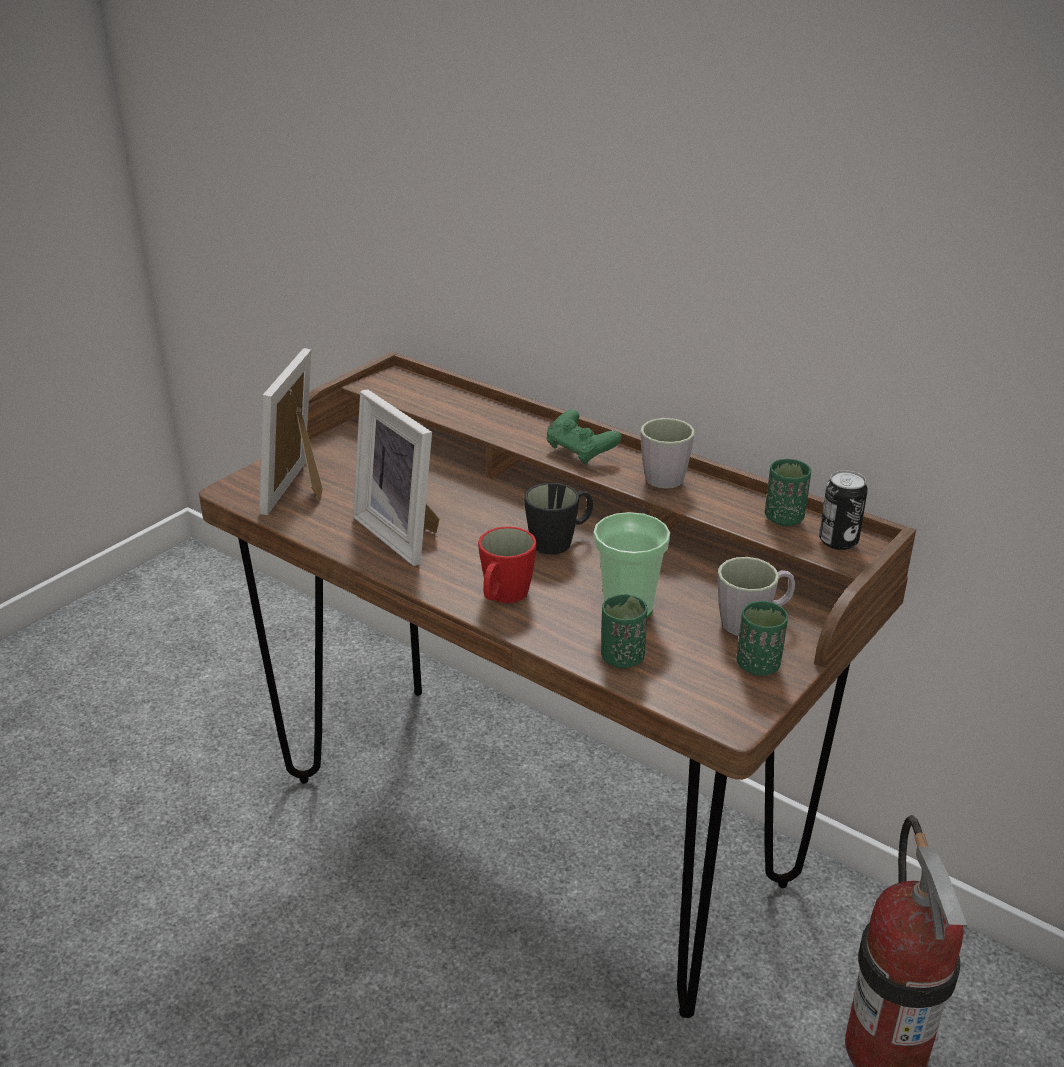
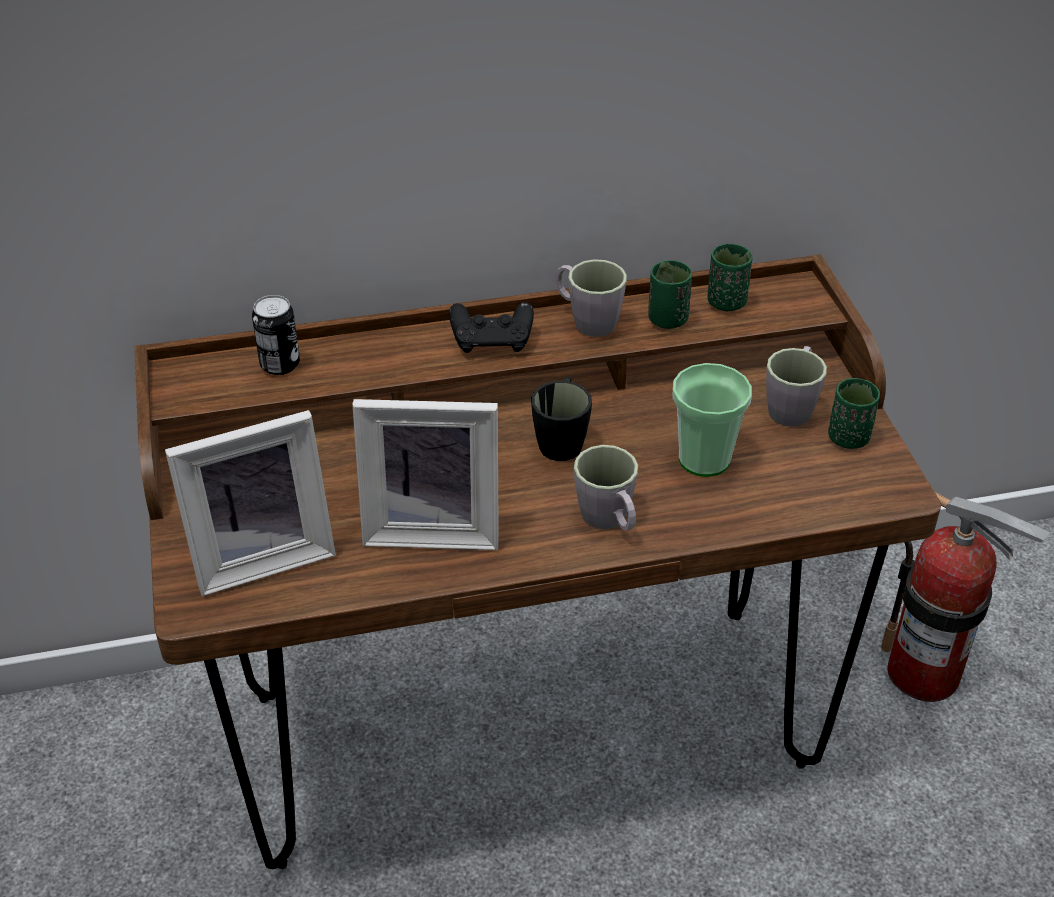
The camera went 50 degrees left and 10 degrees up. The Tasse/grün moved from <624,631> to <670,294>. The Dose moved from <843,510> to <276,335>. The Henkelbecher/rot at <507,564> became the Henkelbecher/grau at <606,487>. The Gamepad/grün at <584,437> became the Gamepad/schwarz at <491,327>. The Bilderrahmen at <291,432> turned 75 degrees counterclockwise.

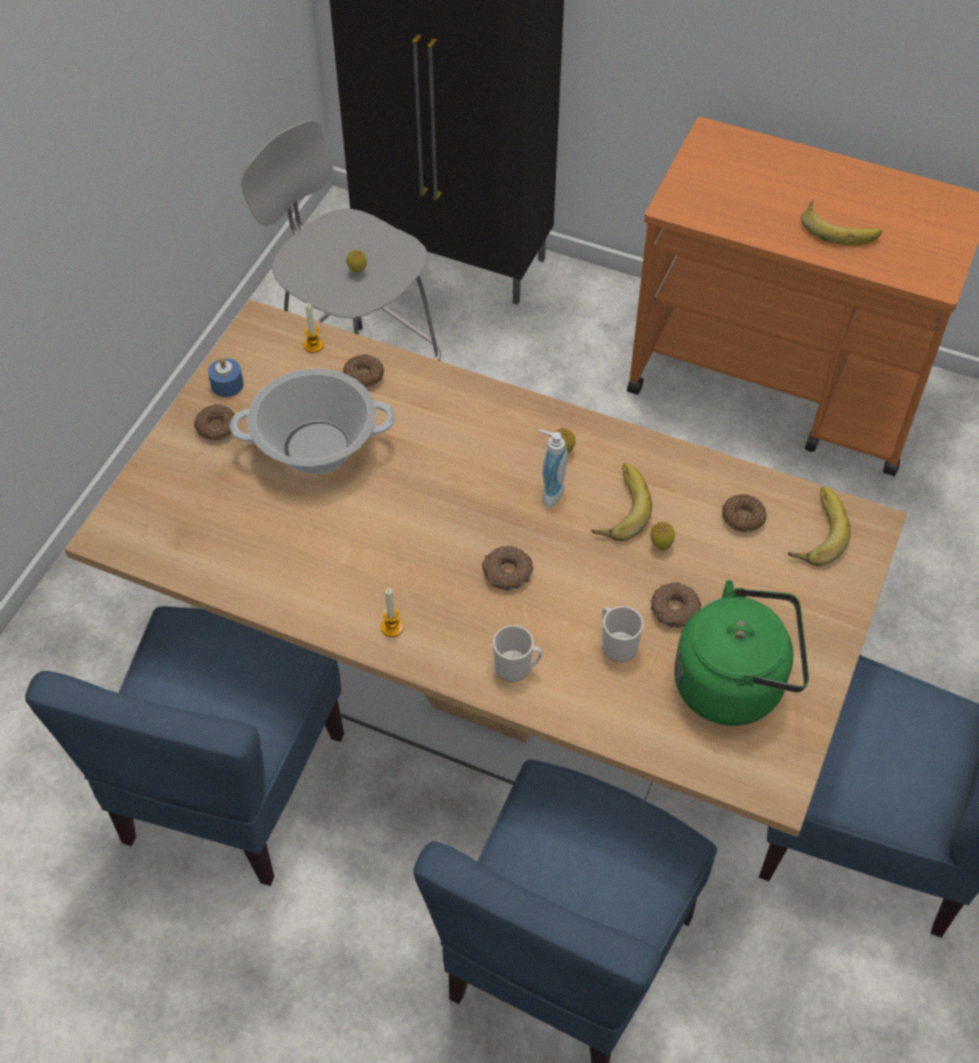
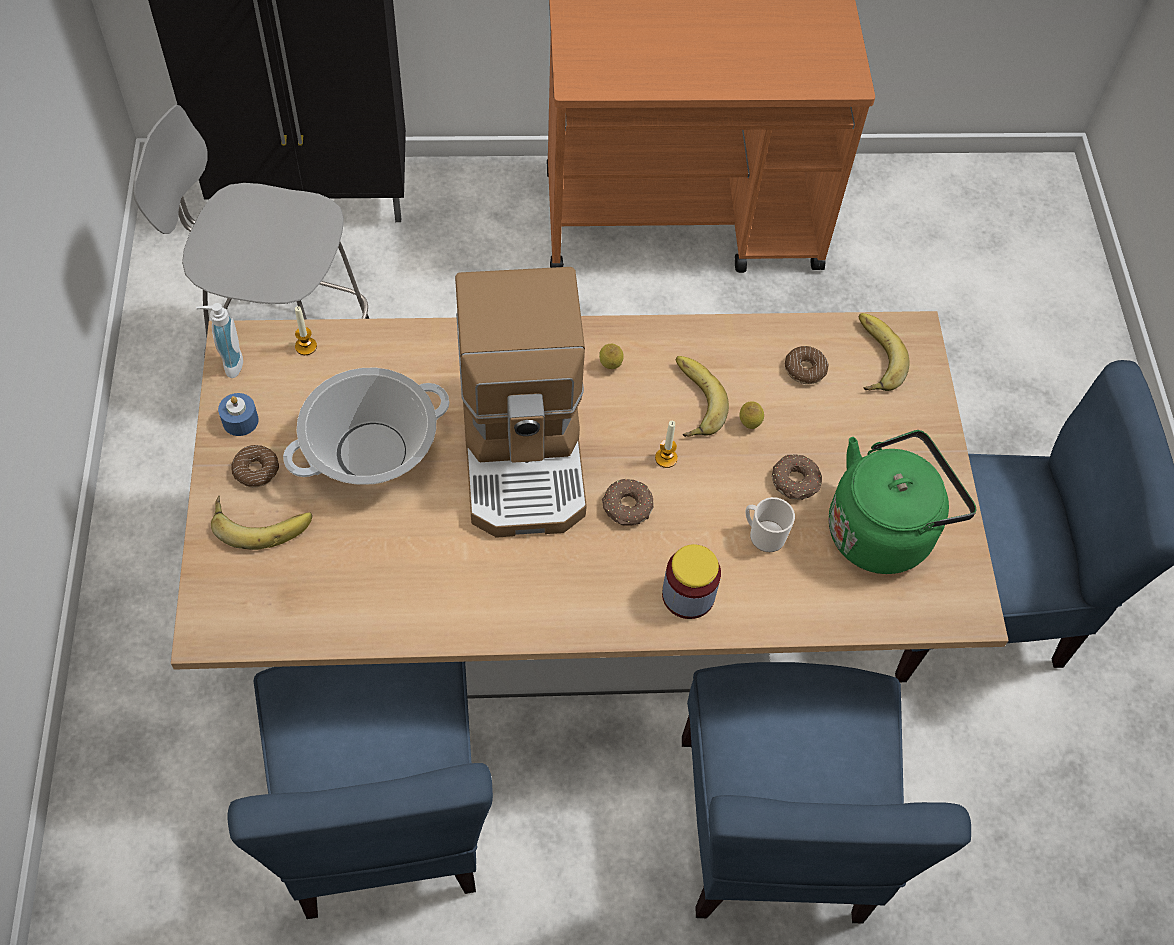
The camera went 30 degrees left and 5 degrees up. The Donut at <363,371> disappeared. The Zitrone at <357,261> disappeared. The Kaffeemaschine at <521,402> appeared. The Kerze moved from <392,612> to <666,444>. The Seifenspender moved from <553,468> to <219,340>. The Banane moved from <841,223> to <261,523>. The Henkelbecher at <517,653> was replaced by the Vorratsglas at <691,581>.

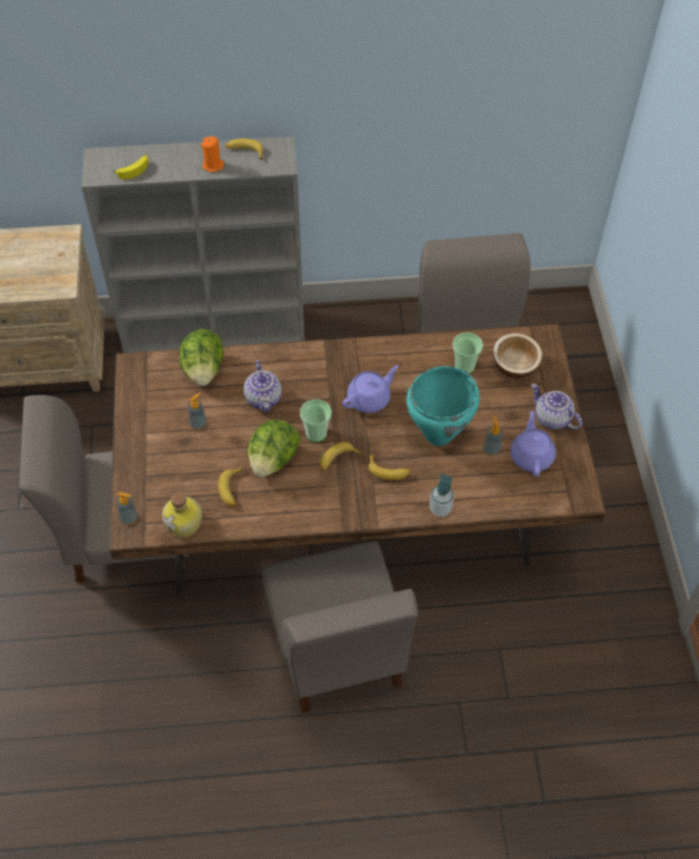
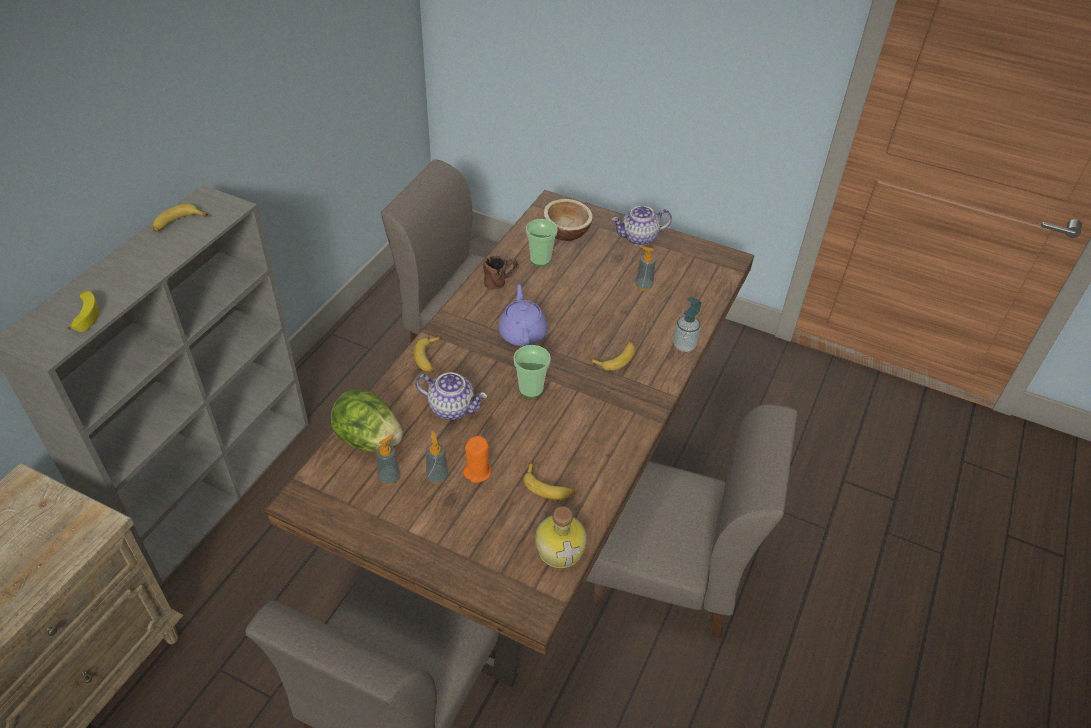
The camera went 60 degrees left and 10 degrees down. The Salatkopf at <274,448> disappeared. The Kochtopf/türkis at <443,406> disappeared. The Teekanne/lila at <533,443> disappeared. The Henkelbecher/braun at <501,272> appeared. The Seifenspender moved from <127,508> to <388,459>. The Kerze/orange moved from <212,154> to <477,459>. The Banane moved from <341,456> to <427,354>.

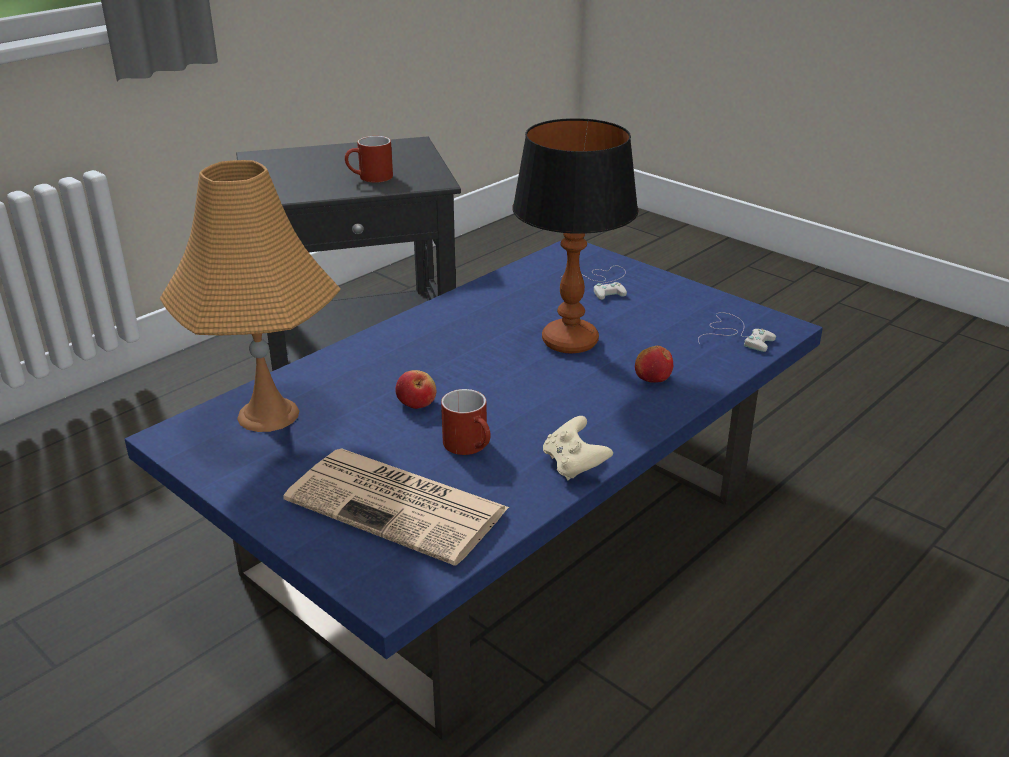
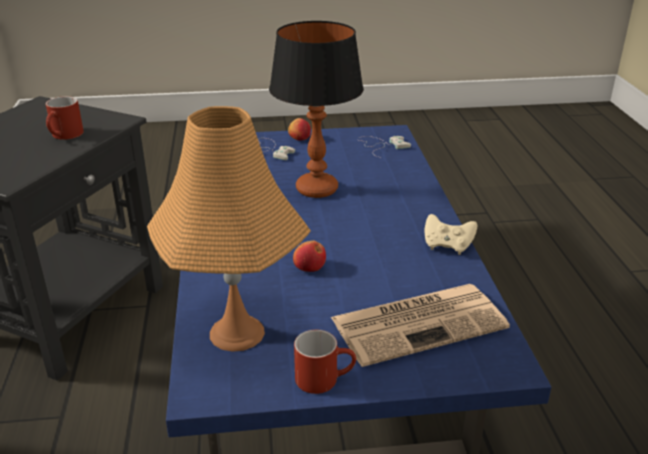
The camera went 50 degrees left and 0 degrees up. The Henkelbecher/rot moved from <466,422> to <325,362>. The Apfel moved from <654,364> to <299,129>.

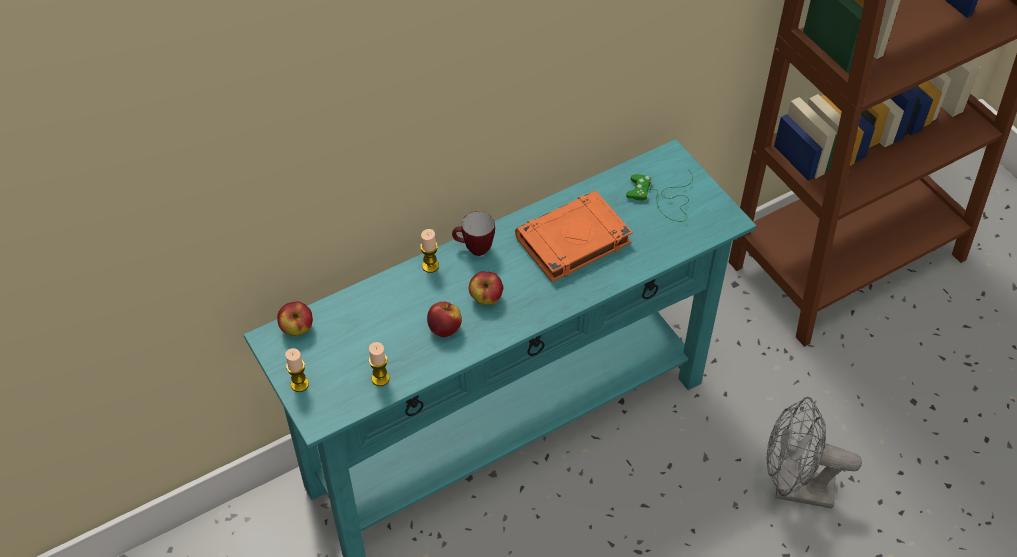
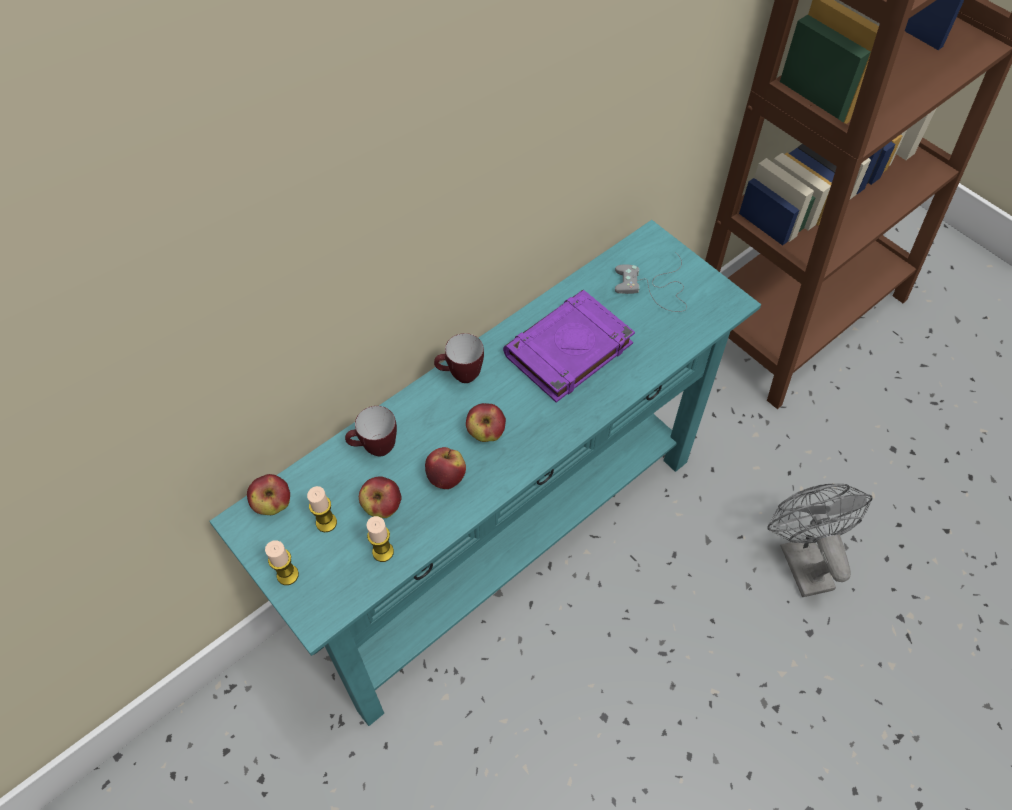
The camera went 10 degrees left and 5 degrees up. The Henkelbecher at <371,431> appeared. The Apfel at <380,497> appeared. The Kerze moved from <429,251> to <322,509>. The Buch/orange at <574,236> became the Buch/lila at <569,346>. The Gamepad/grün at <659,196> became the Gamepad/grau at <651,282>. The Ventilator/grau at <814,453> turned 75 degrees clockwise.

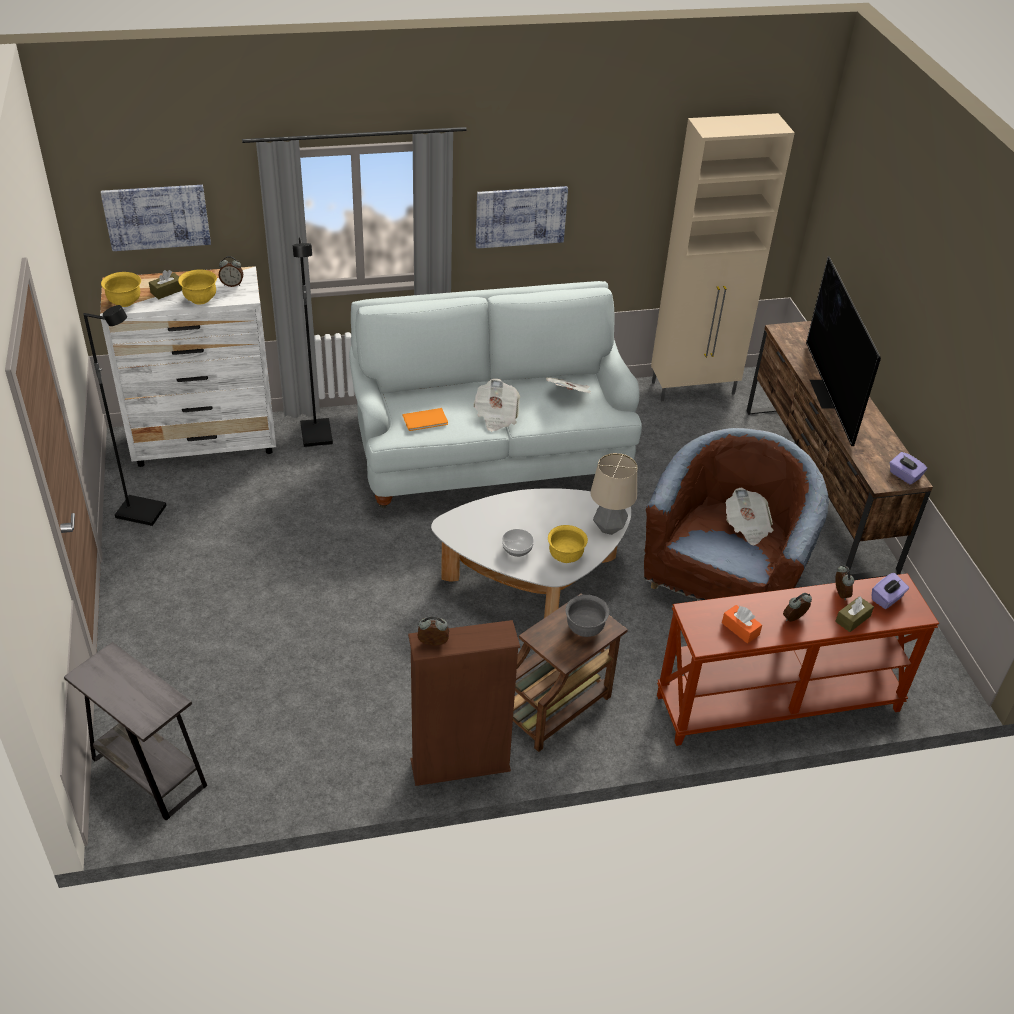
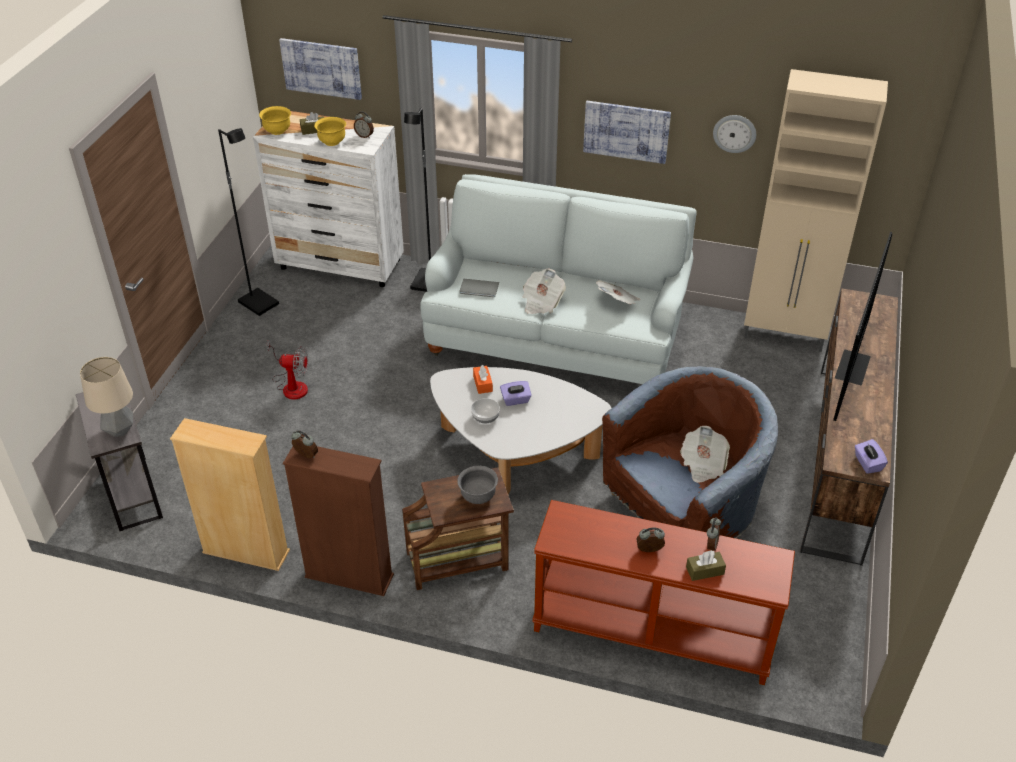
The camera went 30 degrees right and 0 degrees up. The Schüssel/gelb at <568,544> disappeared. The Bücherregal/beige at <230,494> appeared. The Ventilator at <287,370> appeared. The Wanduhr at <734,134> appeared. The Tischlampe moved from <614,494> to <106,397>. The Taschentuchbox/orange moved from <742,624> to <483,379>. The Taschentuchbox/lila moved from <890,591> to <516,393>. The Buch/orange at <425,419> became the Buch/grau at <479,288>.

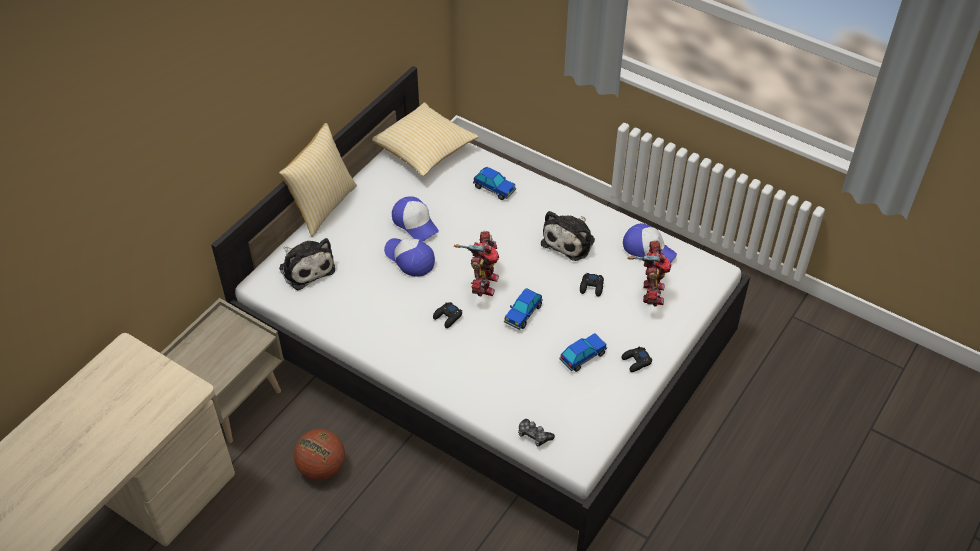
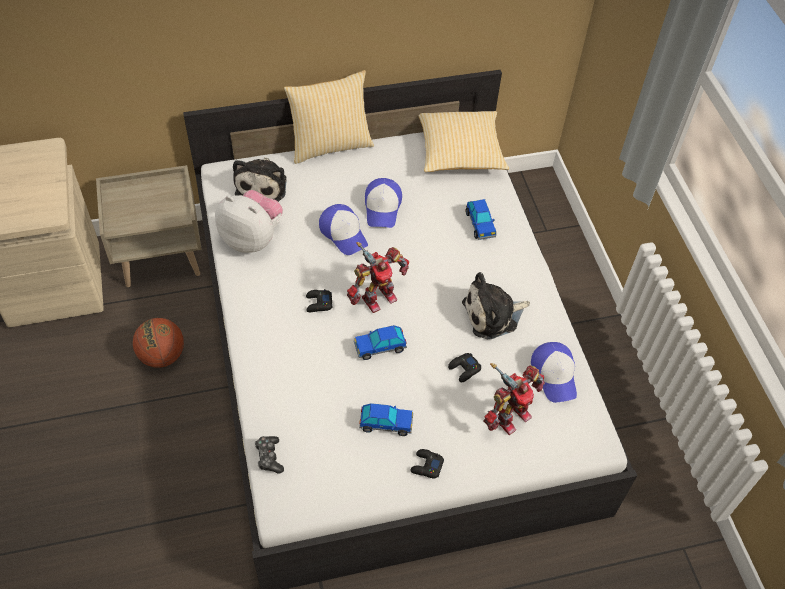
The camera went 40 degrees right and 5 degrees up. The Plüschtier at <249,221> appeared. The Kappe at <409,257> turned 150 degrees clockwise.

